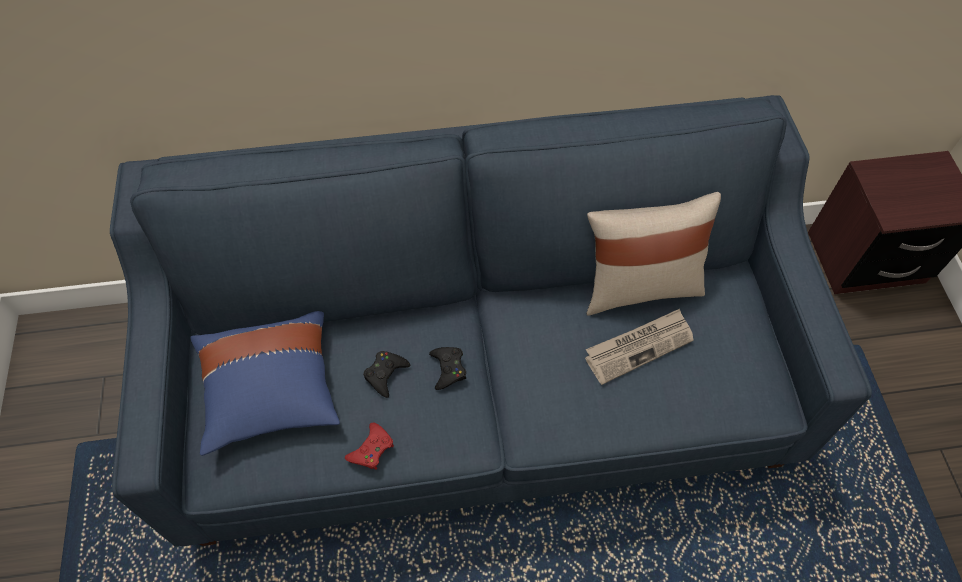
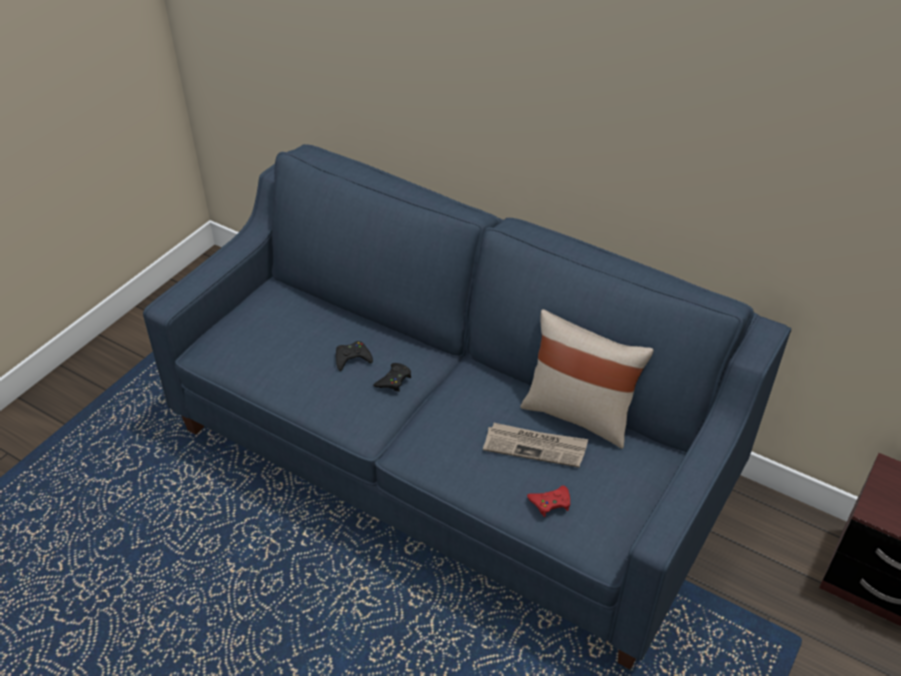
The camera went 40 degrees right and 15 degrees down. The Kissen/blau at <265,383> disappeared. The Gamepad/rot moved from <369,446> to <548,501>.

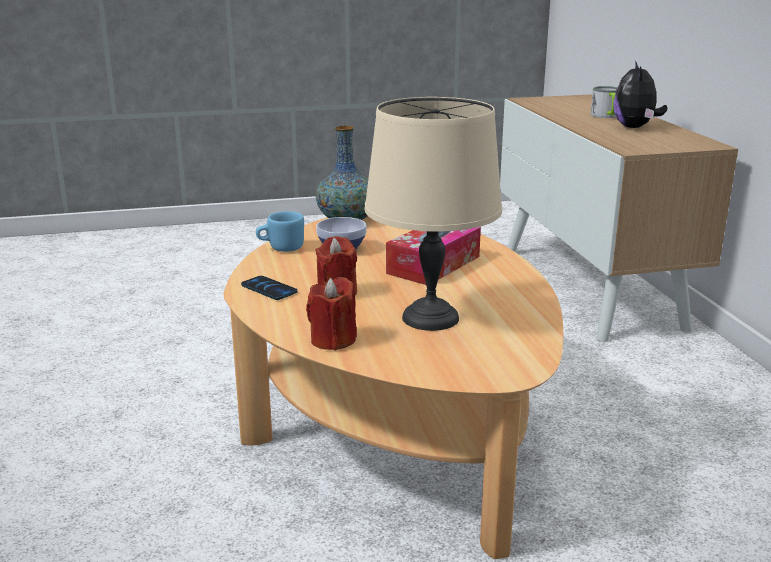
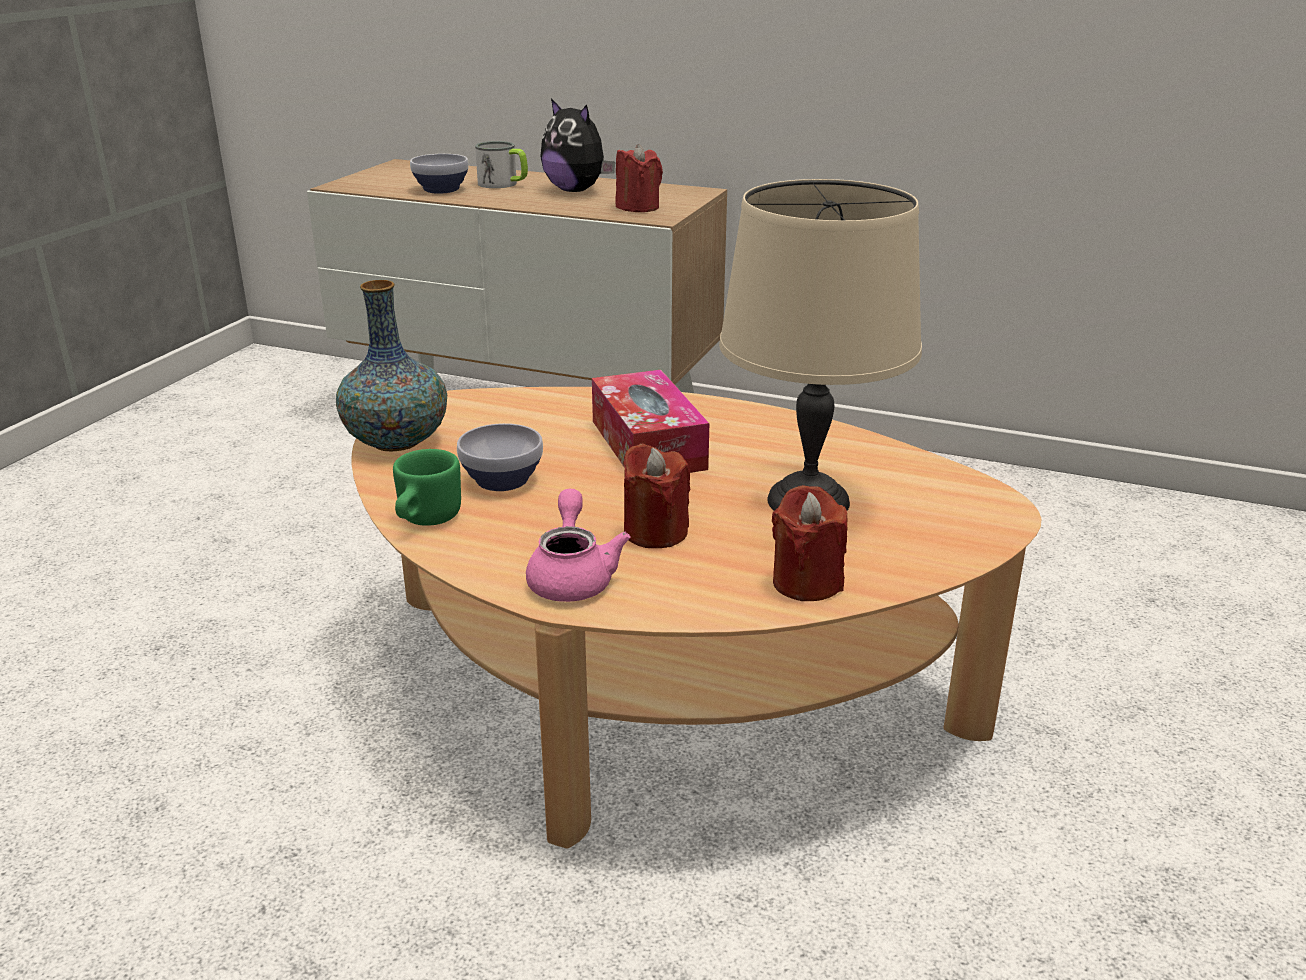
The camera went 55 degrees left and 5 degrees up. The Schüssel at <439,174> appeared. The Kerze/rot at <639,178> appeared. The Handy at <269,288> was replaced by the Teekanne/rosa at <578,545>. The Henkelbecher/blau at <280,231> became the Henkelbecher/grün at <427,487>.

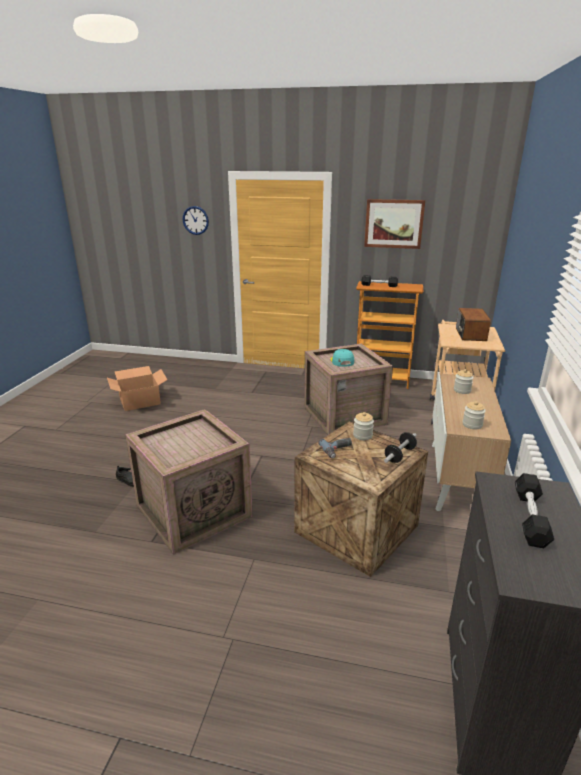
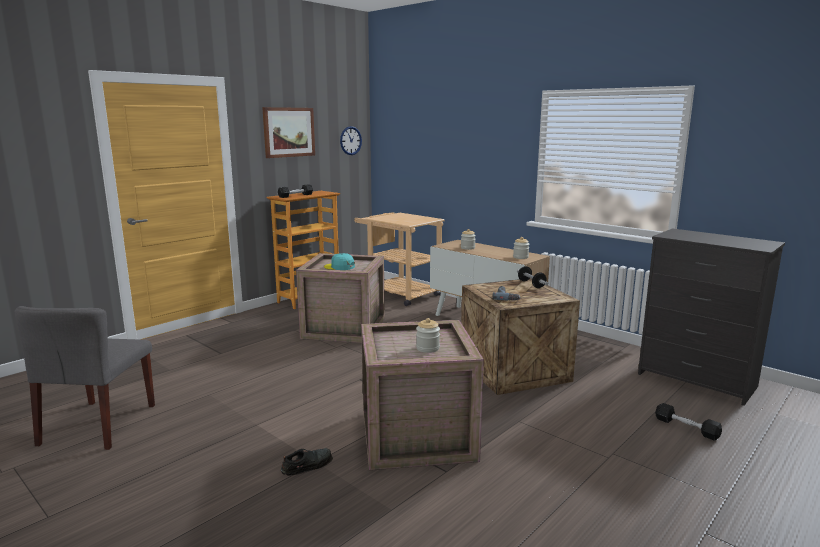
The camera went 60 degrees left and 10 degrees down. The Radio at <473,324> disappeared. The Wanduhr moved from <196,220> to <351,140>. The Vorratsglas moved from <363,426> to <428,335>. The Hantel/schwarz moved from <534,510> to <688,422>. The Karton at <137,388> was replaced by the Stuhl/grau at <85,378>.

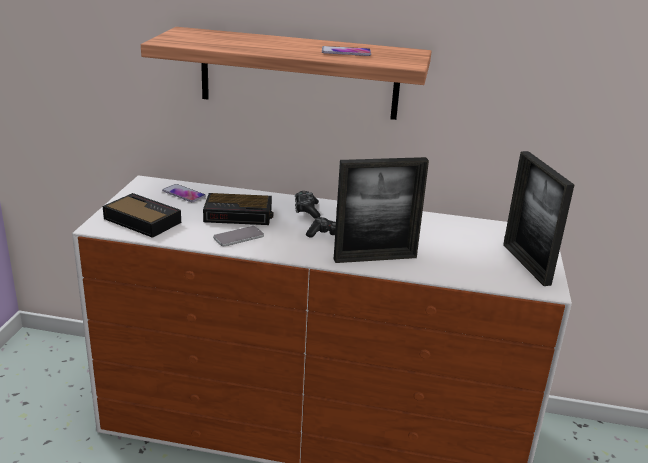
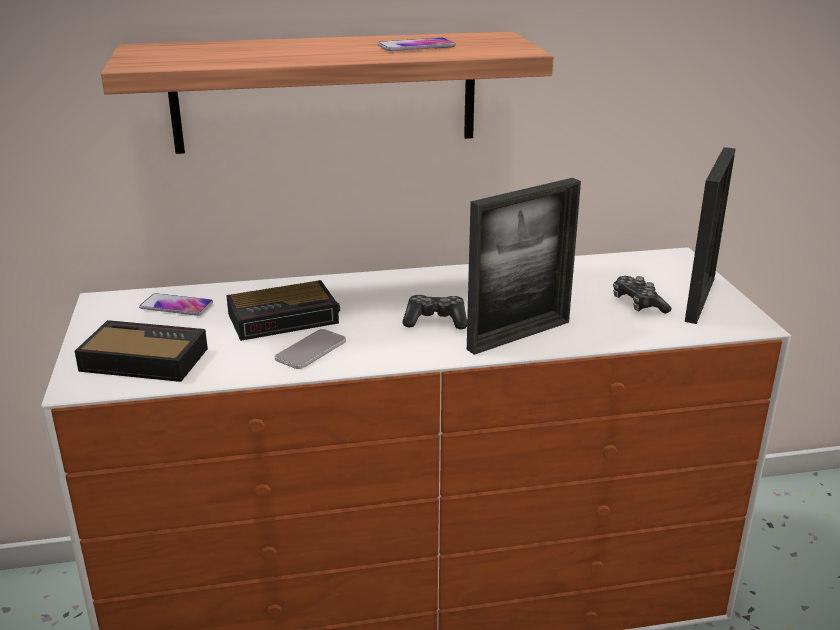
The camera went 20 degrees left and 0 degrees up. The Gamepad moved from <307,205> to <642,295>. The Bilderrahmen at <538,218> turned 120 degrees counterclockwise.

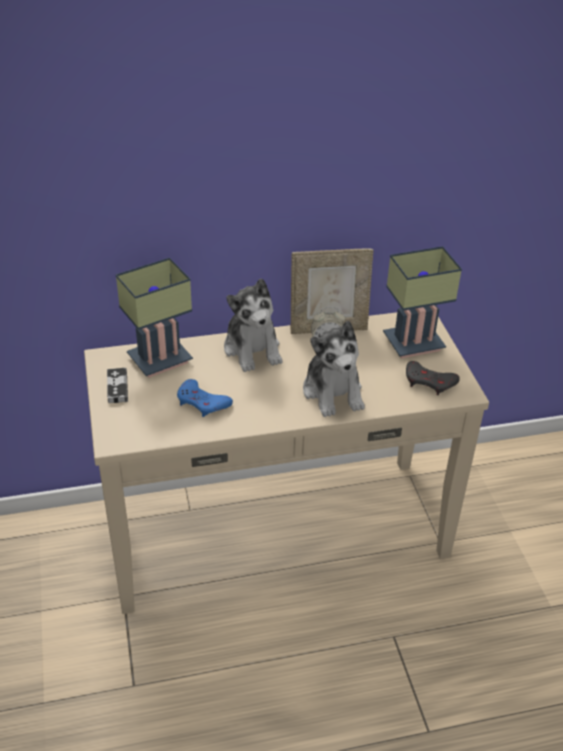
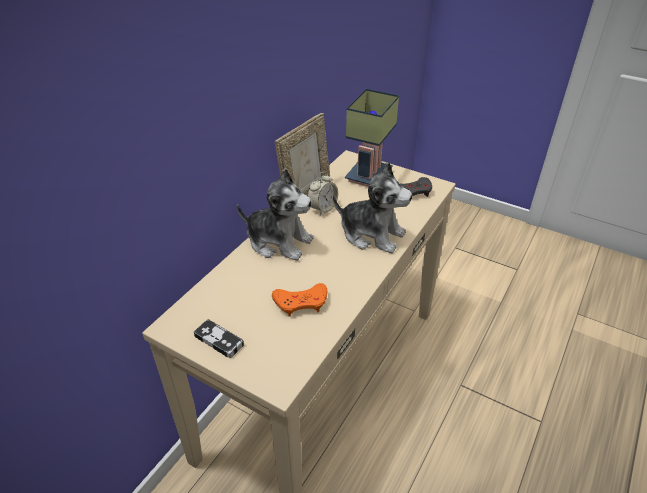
The camera went 45 degrees left and 0 degrees up. The Tischlampe at <154,318> disappeared. The Gamepad/blau at <205,398> became the Gamepad/orange at <299,300>.

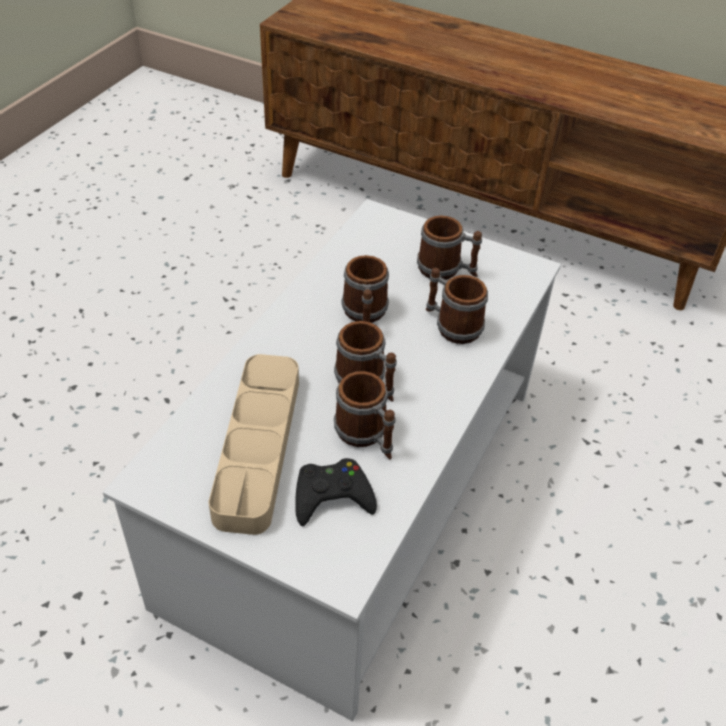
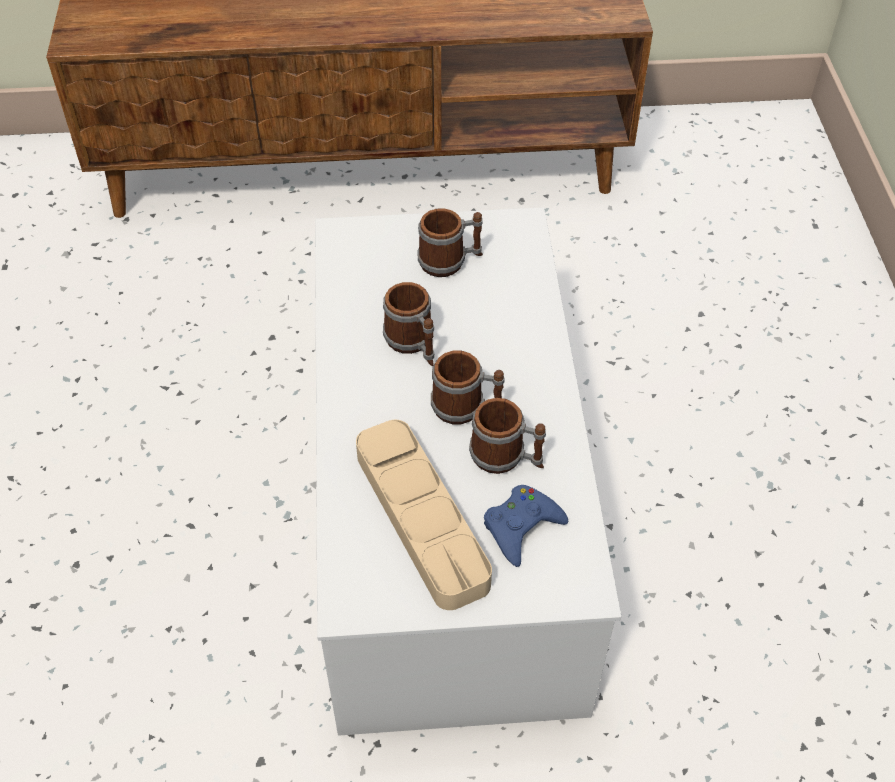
The camera went 30 degrees left and 5 degrees up. The Henkelbecher at <457,306> disappeared. The Gamepad/schwarz at <336,492> became the Gamepad/blau at <526,526>.

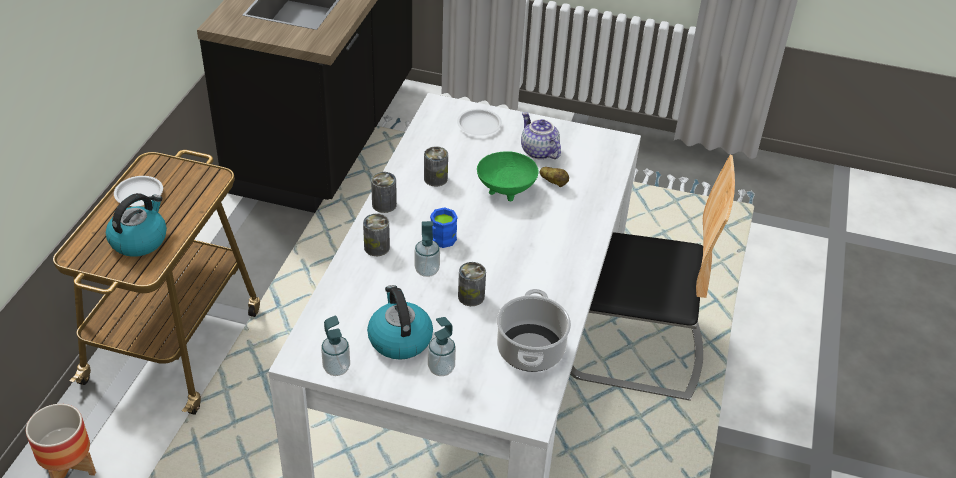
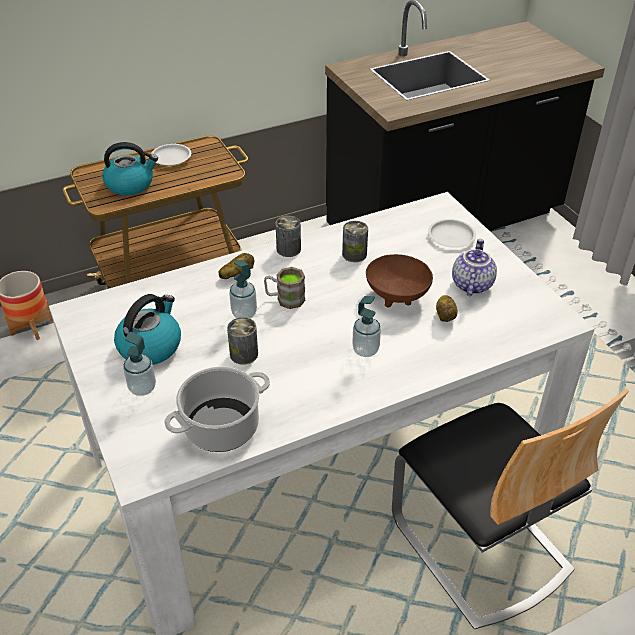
The camera went 50 degrees right and 0 degrees up. The Seifenspender moved from <335,346> to <366,326>. The Dose at <376,235> was replaced by the Kartoffel at <236,266>. The Henkelbecher/blau at <444,227> became the Henkelbecher/braun at <284,288>. The Schüssel/grün at <508,176> became the Schüssel/braun at <399,280>.

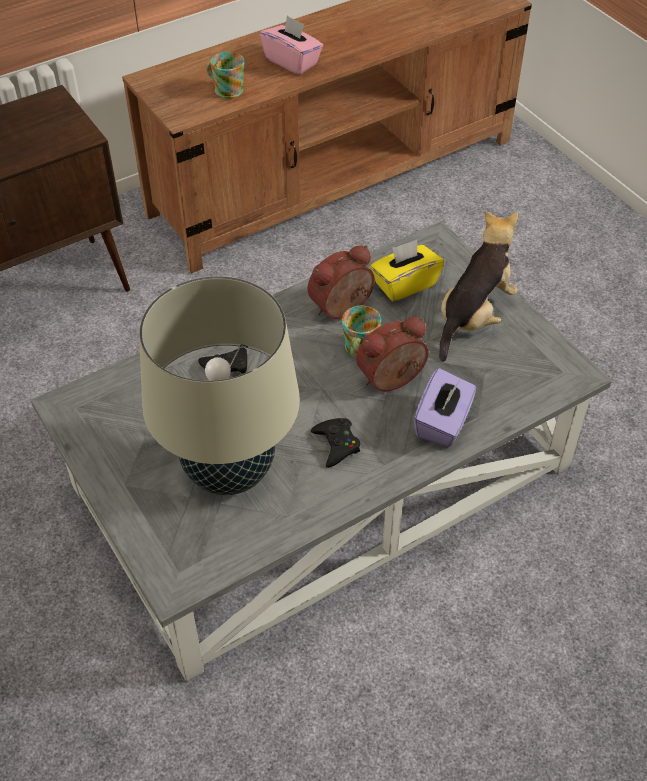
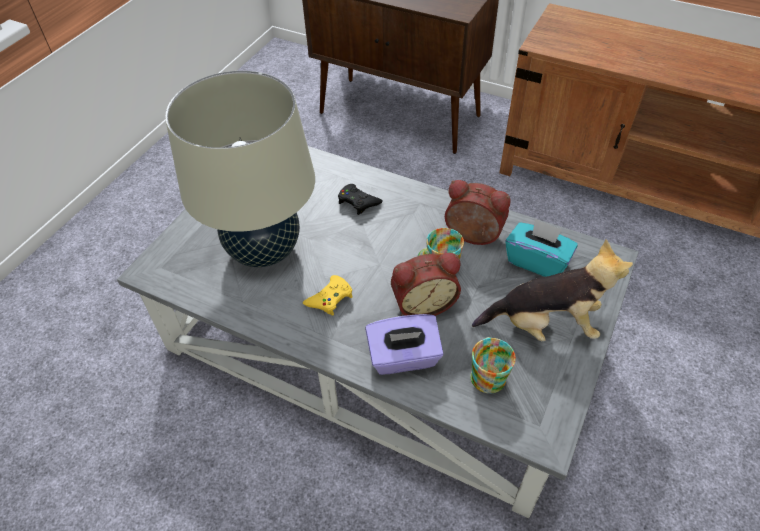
The camera went 60 degrees right and 0 degrees up. The Taschentuchbox/rosa at <291,45> disappeared. The Henkelbecher moved from <225,75> to <493,365>. The Gamepad/schwarz at <335,443> became the Gamepad/gelb at <328,295>. The Taschentuchbox/gelb at <407,271> became the Taschentuchbox/türkis at <541,248>. The Wecker at <392,354> turned 135 degrees clockwise.

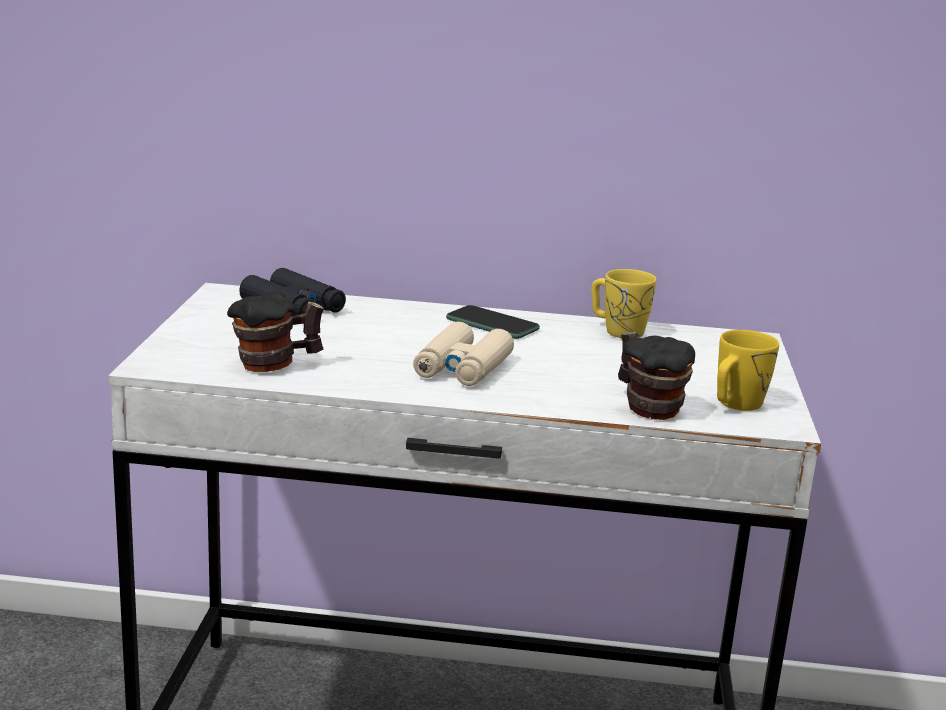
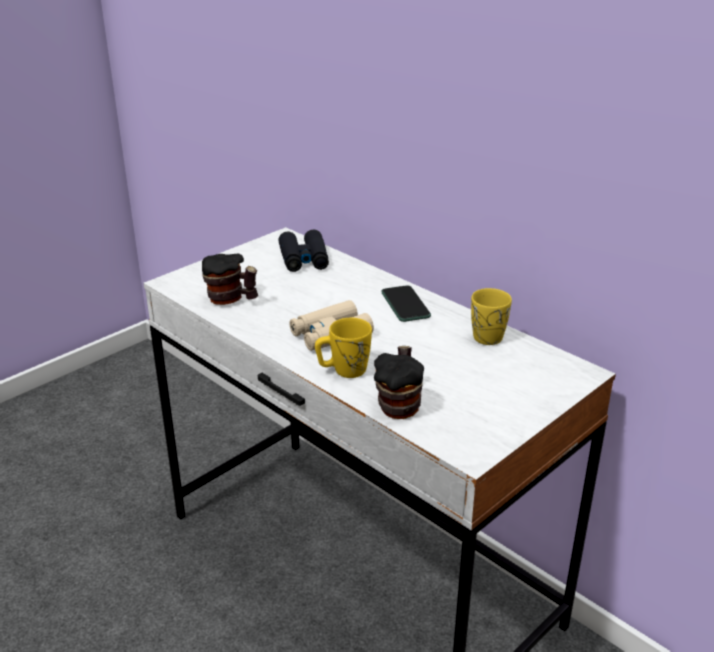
The camera went 40 degrees right and 10 degrees up. The Henkelbecher/gelb moved from <748,370> to <343,348>.

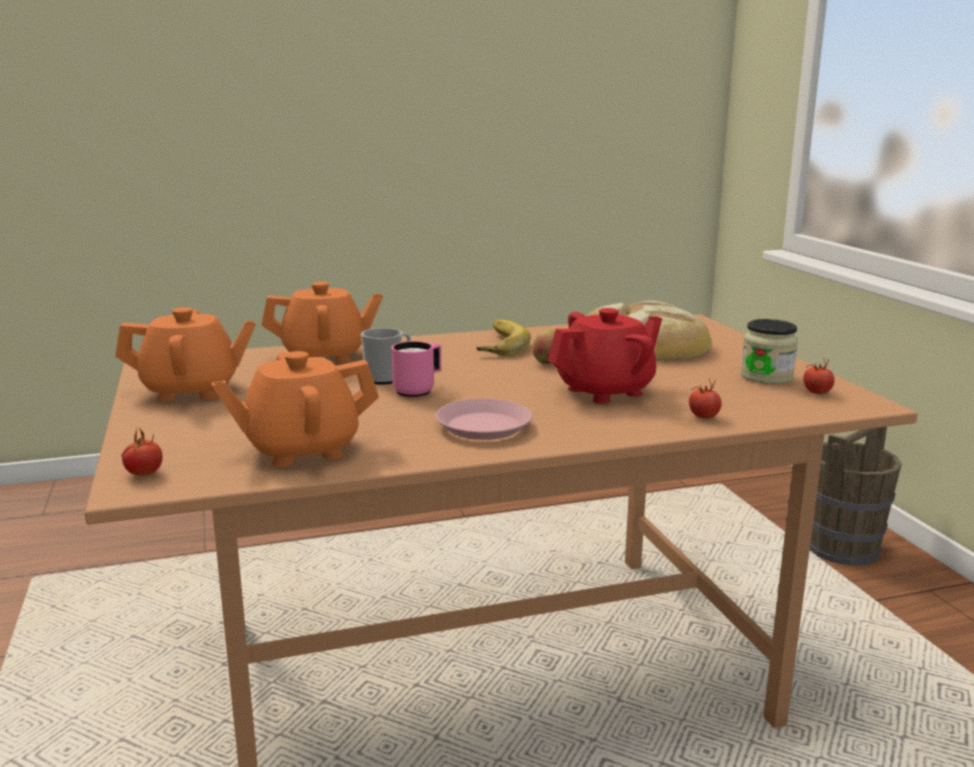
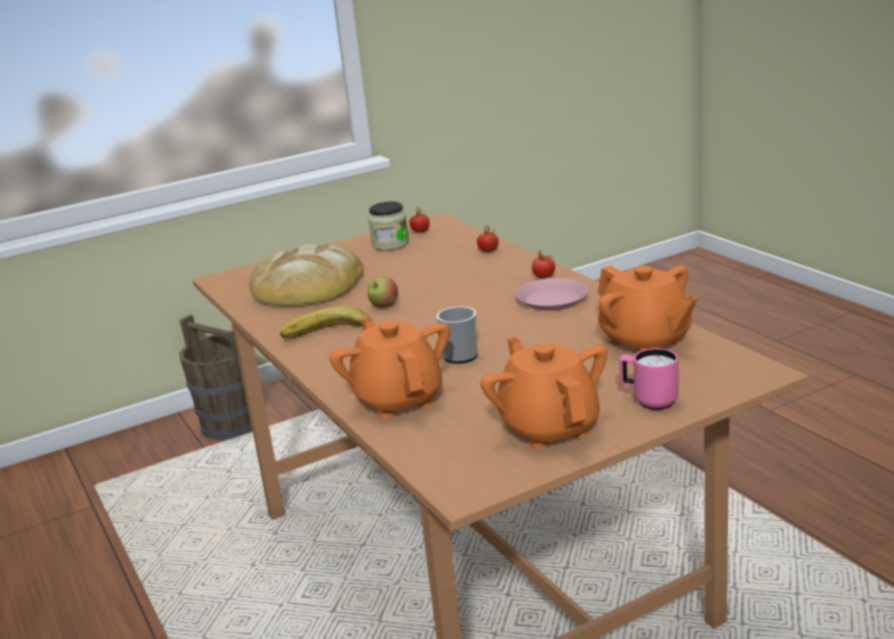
The camera went 100 degrees left and 5 degrees up. The Teekanne/rot at <605,356> disappeared. The Tomate moved from <142,451> to <543,264>. The Henkelbecher/rosa moved from <416,369> to <649,379>.

